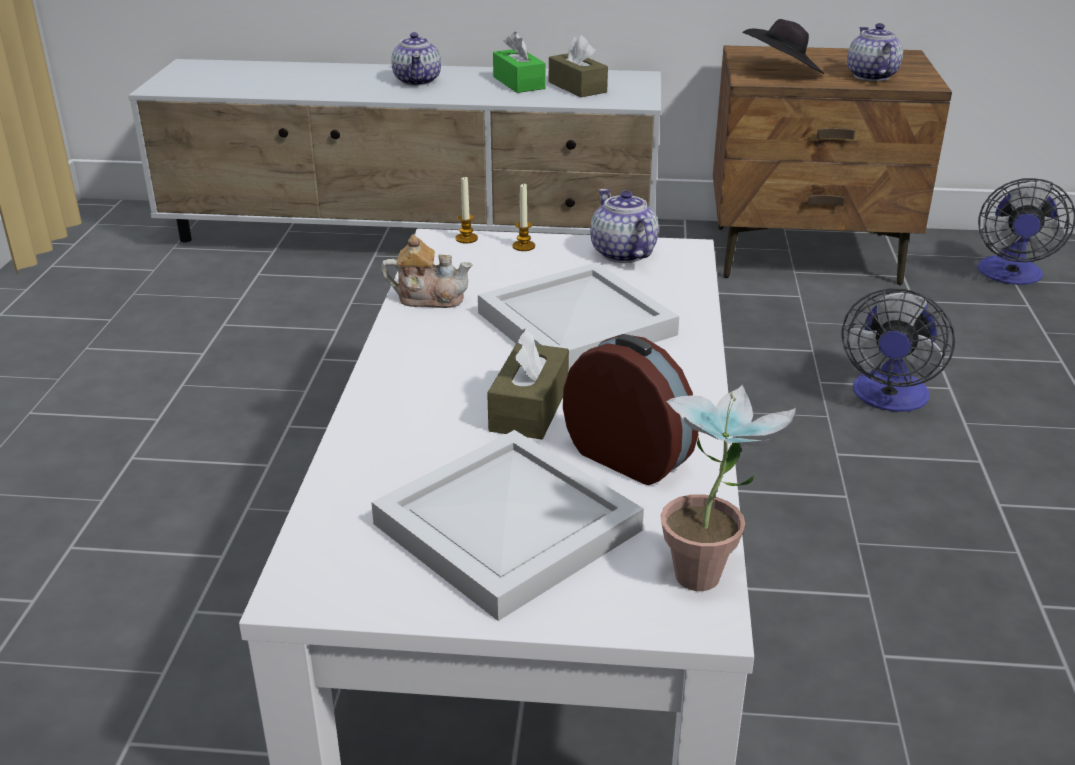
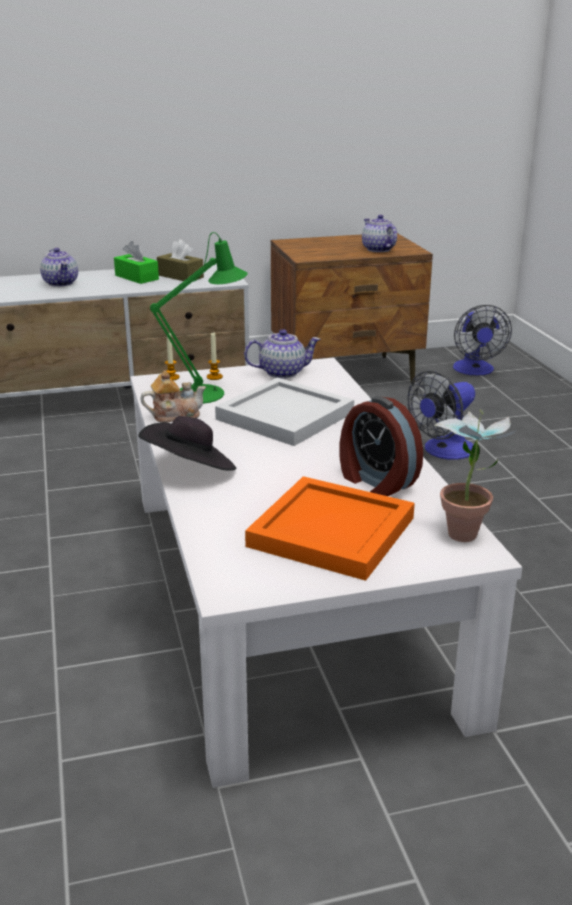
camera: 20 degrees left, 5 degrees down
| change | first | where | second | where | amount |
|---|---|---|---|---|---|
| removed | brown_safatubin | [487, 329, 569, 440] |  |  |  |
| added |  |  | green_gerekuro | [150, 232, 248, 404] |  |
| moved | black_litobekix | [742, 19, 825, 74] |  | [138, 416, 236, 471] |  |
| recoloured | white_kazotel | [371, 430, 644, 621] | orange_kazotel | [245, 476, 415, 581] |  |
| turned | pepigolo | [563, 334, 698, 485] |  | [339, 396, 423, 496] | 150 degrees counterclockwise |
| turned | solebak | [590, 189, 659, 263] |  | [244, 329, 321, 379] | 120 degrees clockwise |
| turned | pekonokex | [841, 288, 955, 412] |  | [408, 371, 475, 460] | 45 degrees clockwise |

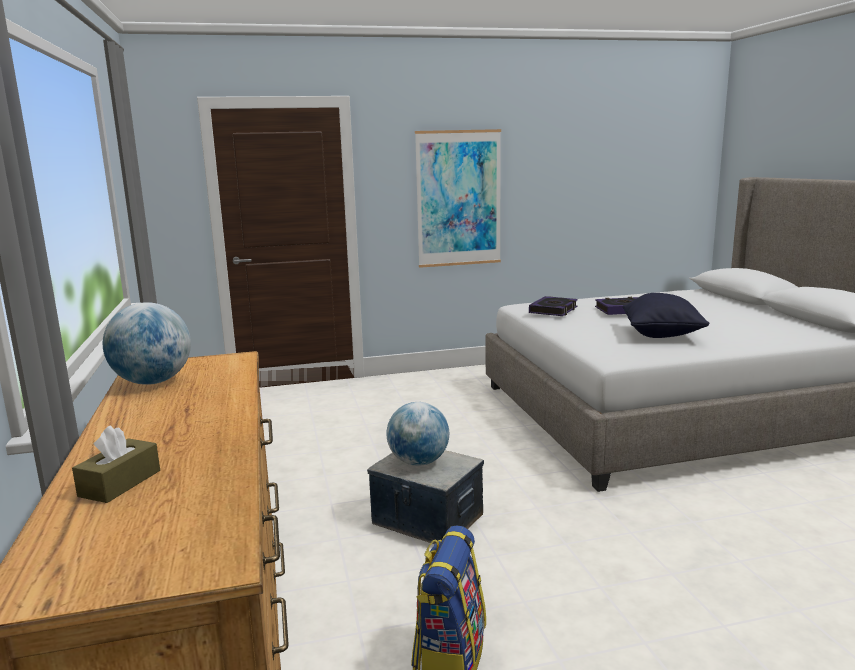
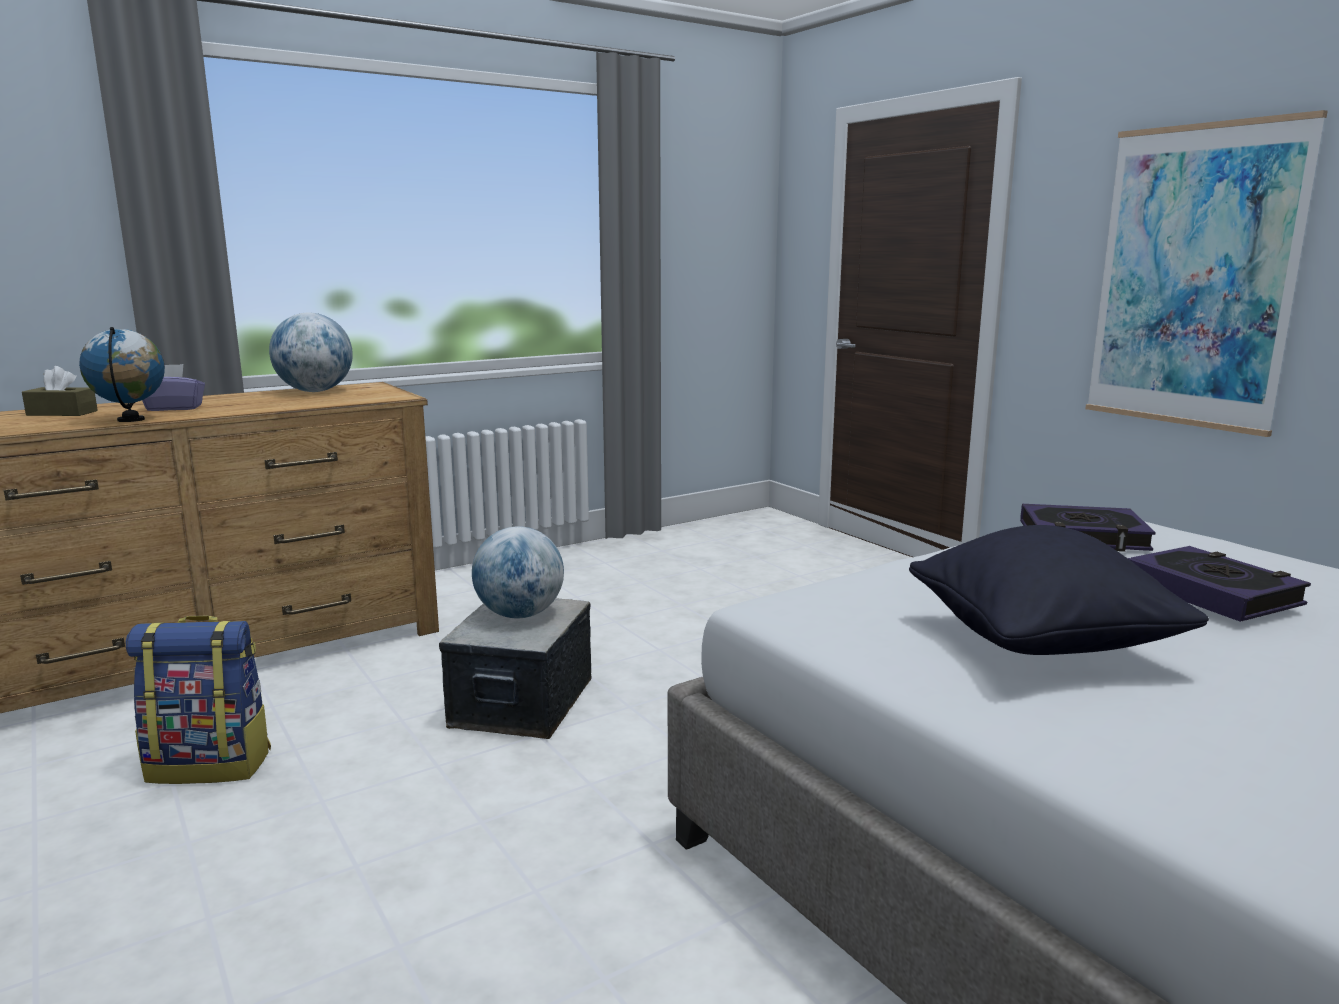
camera: 70 degrees right, 0 degrees up
| change | first | where | second | where | amount |
|---|---|---|---|---|---|
| added |  |  | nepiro | [79, 327, 165, 422] |  |
| added |  |  | purple_safatubin | [142, 364, 205, 411] |  |

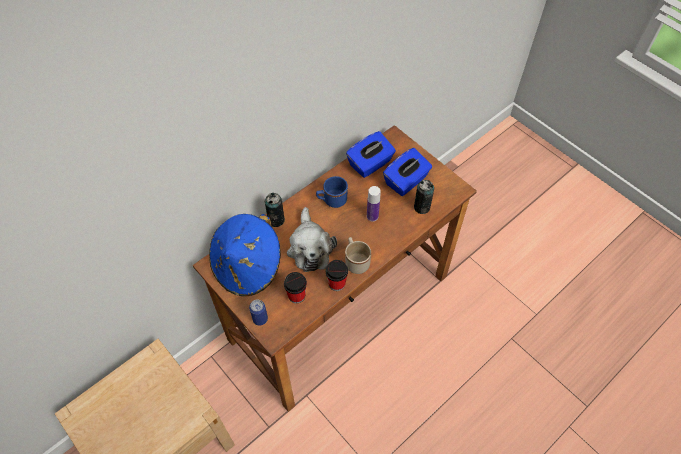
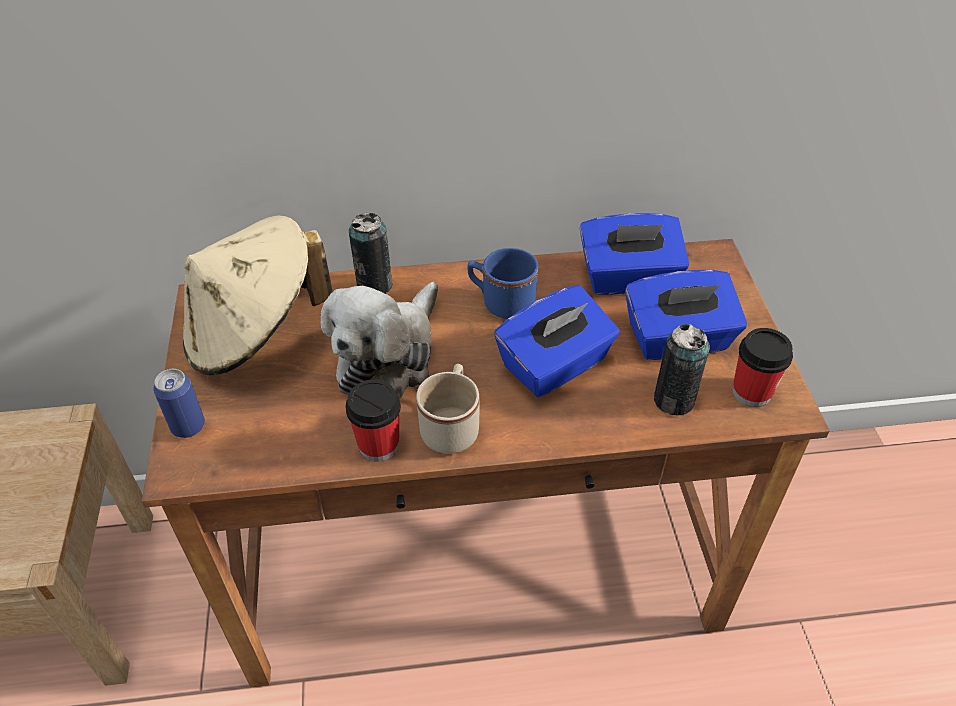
camera: 35 degrees right, 10 degrees down
| change | first | where | second | where | amount |
|---|---|---|---|---|---|
| moved | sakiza | [284, 272, 307, 303] |  | [733, 328, 793, 407] |  |
| replaced | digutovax | [367, 186, 381, 222] | blue_safatubin | [494, 285, 620, 397] |  |
| recoloured | blue_litobekix | [209, 214, 281, 296] | beige_litobekix | [183, 216, 333, 375] |  |

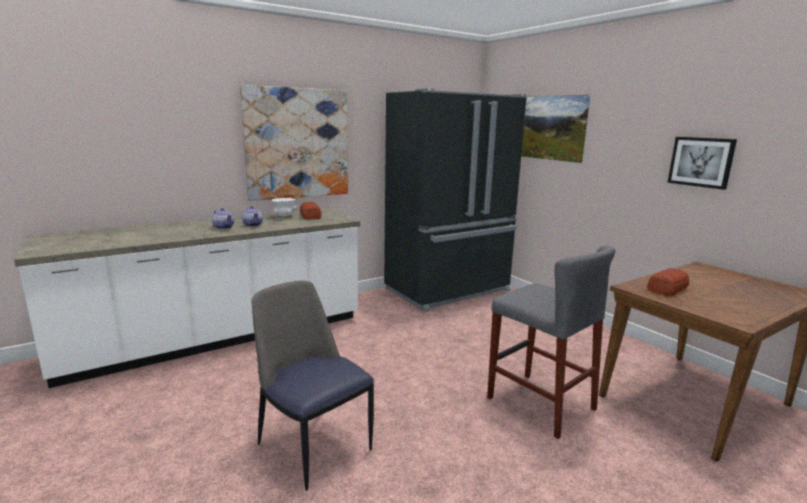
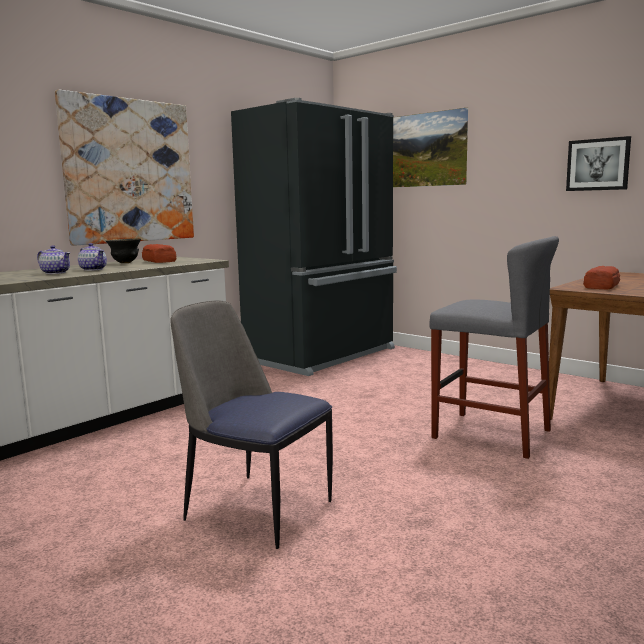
camera: 15 degrees left, 5 degrees down
| change | first | where | second | where | amount |
|---|---|---|---|---|---|
| recoloured | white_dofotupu | [270, 197, 297, 217] | black_dofotupu | [106, 238, 141, 263] |  |

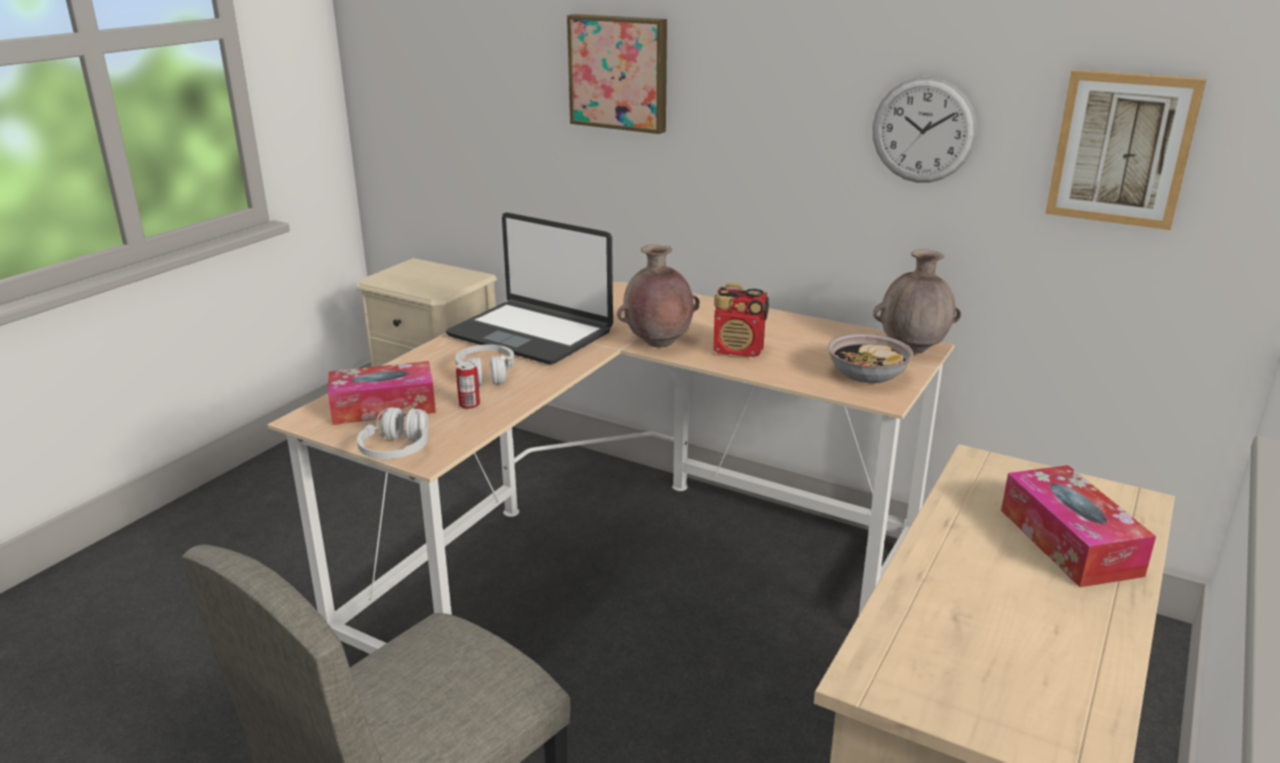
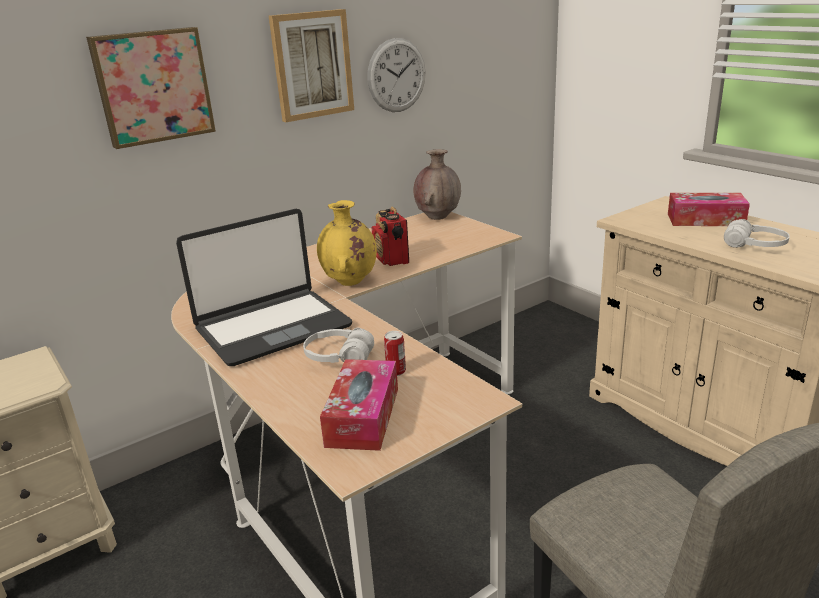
camera: 65 degrees left, 0 degrees up
| change | first | where | second | where | amount |
|---|---|---|---|---|---|
| removed | dofotupu | [828, 334, 913, 383] |  |  |  |
| moved | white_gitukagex | [357, 407, 428, 459] |  | [724, 219, 790, 248] |  |
| moved | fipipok | [1045, 70, 1207, 230] |  | [269, 9, 354, 122] |  |
| recoloured | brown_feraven | [617, 244, 700, 348] | yellow_feraven | [317, 200, 377, 286] |  |
| turned | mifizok | [714, 283, 769, 357] |  | [372, 207, 409, 266] | 120 degrees clockwise |

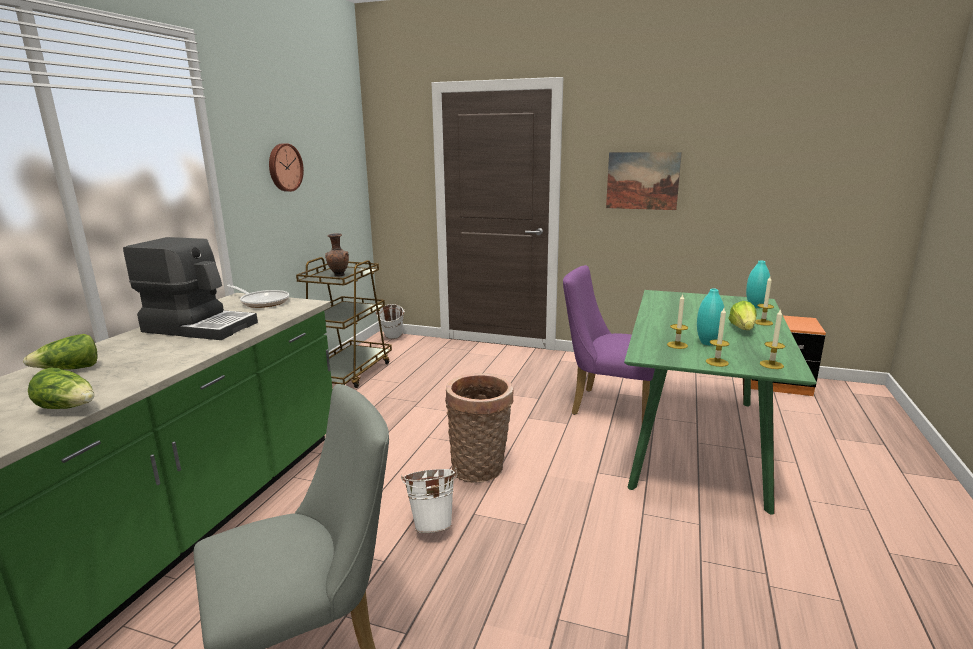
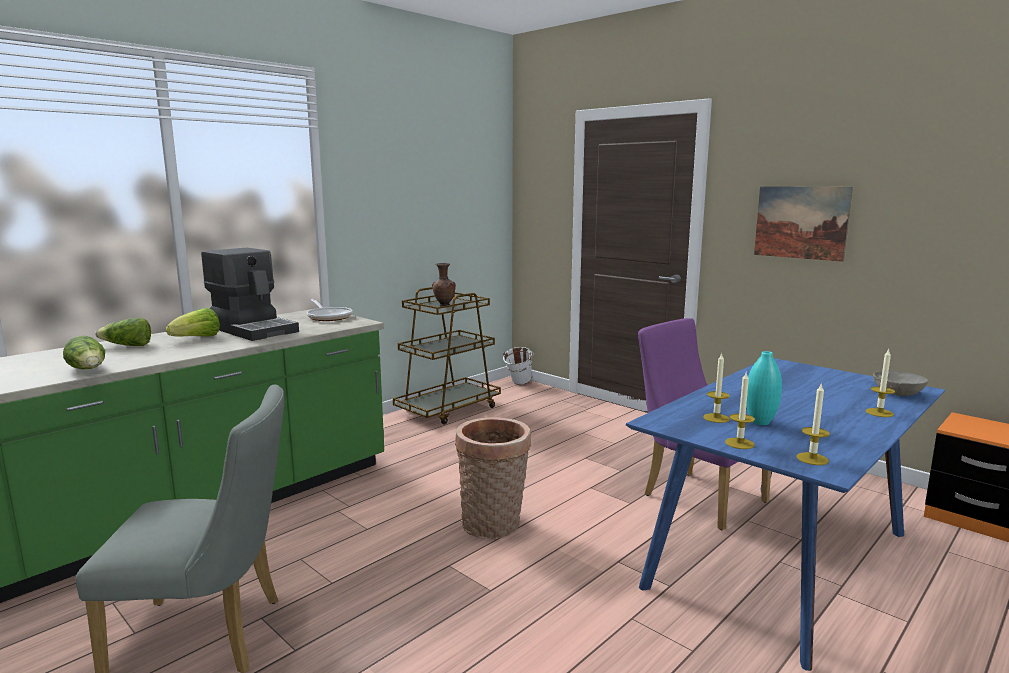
camera: 25 degrees right, 5 degrees down
| change | first | where | second | where | amount |
|---|---|---|---|---|---|
| removed | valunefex | [269, 143, 304, 192] |  |  |  |
| removed | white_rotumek | [401, 467, 457, 533] |  |  |  |
| moved | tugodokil | [728, 301, 757, 330] |  | [166, 308, 220, 337] |  |
| replaced | turquoise_feraven | [746, 260, 770, 308] | grey_dofotupu | [873, 371, 928, 396] |  |
| recoloured | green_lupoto | [624, 290, 817, 515] | blue_lupoto | [626, 358, 945, 671] |  |

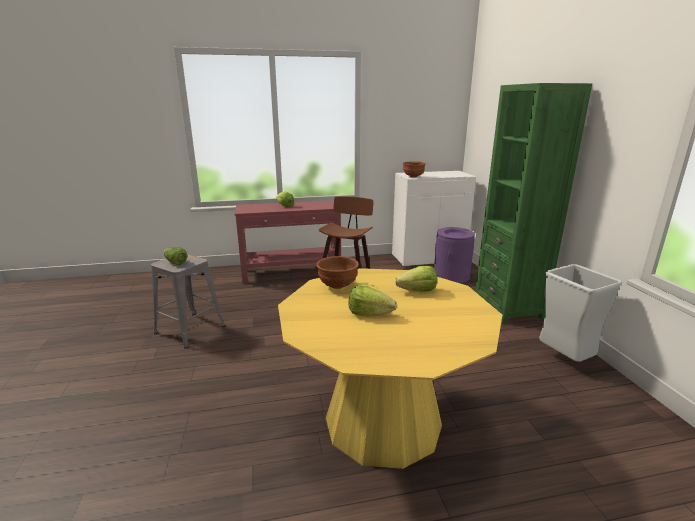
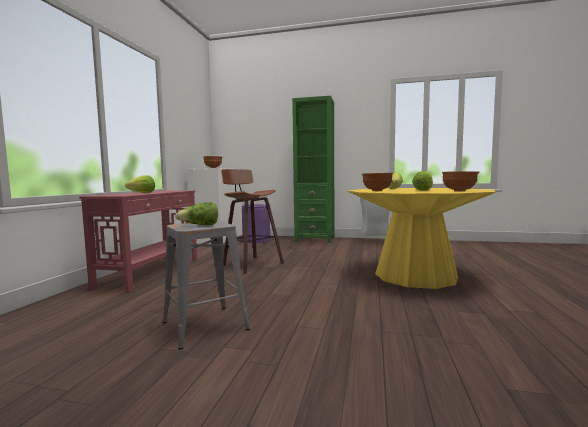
camera: 65 degrees left, 15 degrees down
| change | first | where | second | where | amount |
|---|---|---|---|---|---|
| added |  |  | brown_dofotupu | [442, 171, 479, 192] |  |

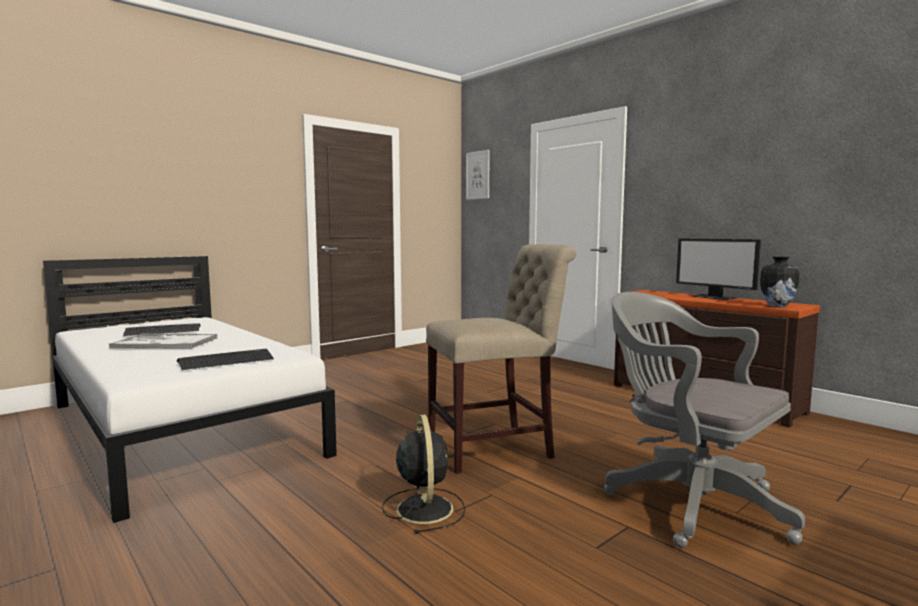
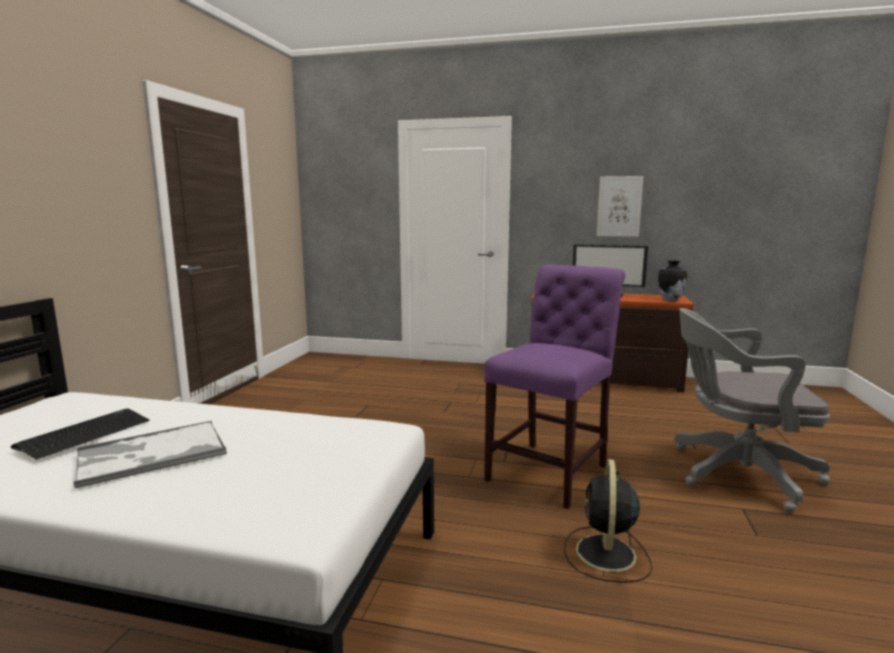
camera: 35 degrees left, 5 degrees up
| change | first | where | second | where | amount |
|---|---|---|---|---|---|
| removed | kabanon | [177, 349, 274, 370] |  |  |  |
| moved | fipipok | [466, 150, 490, 200] |  | [597, 176, 643, 237] |  |
| recoloured | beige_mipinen | [426, 244, 576, 474] | purple_mipinen | [484, 264, 625, 509] |  |
| turned | black_pekonokex | [382, 415, 465, 534] |  | [564, 459, 652, 583] | 120 degrees counterclockwise |

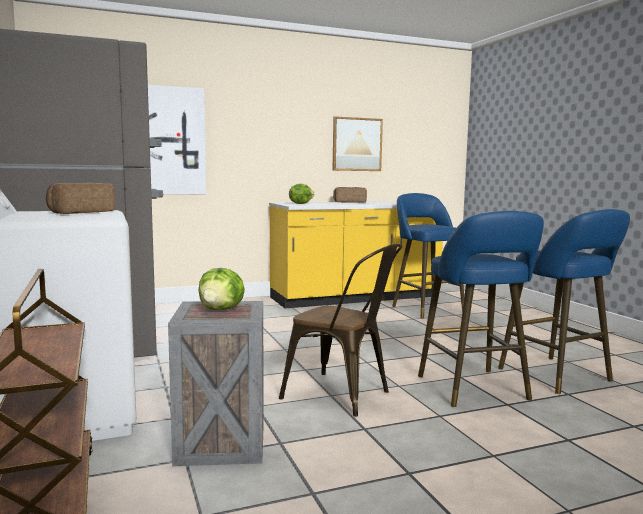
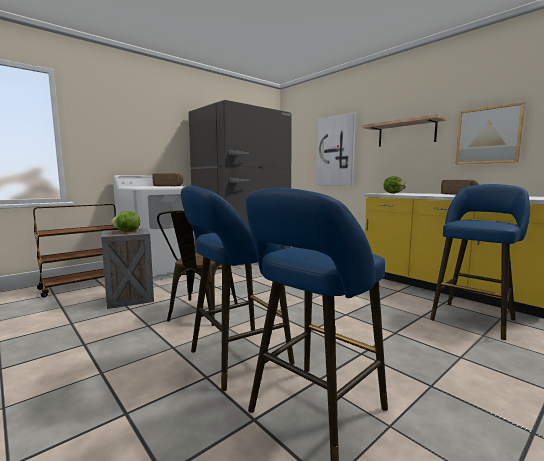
camera: 70 degrees right, 0 degrees up
| change | first | where | second | where | amount |
|---|---|---|---|---|---|
| added |  |  | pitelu | [362, 114, 447, 147] |  |

